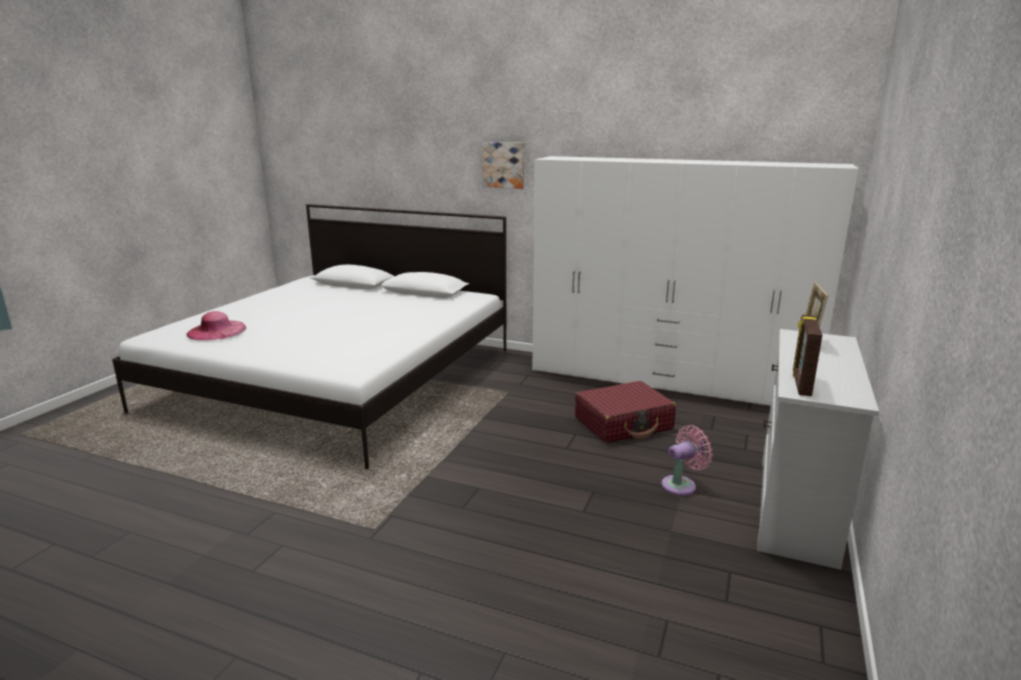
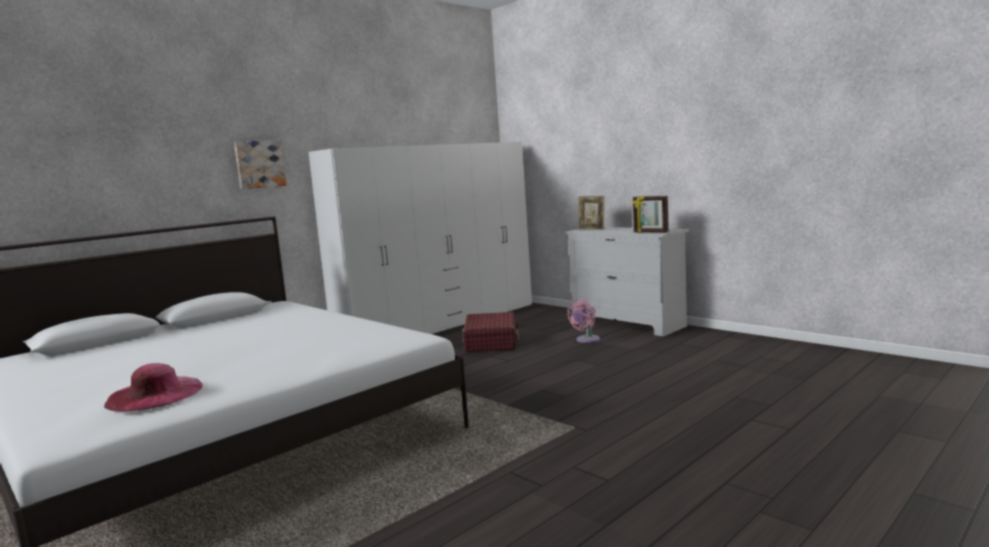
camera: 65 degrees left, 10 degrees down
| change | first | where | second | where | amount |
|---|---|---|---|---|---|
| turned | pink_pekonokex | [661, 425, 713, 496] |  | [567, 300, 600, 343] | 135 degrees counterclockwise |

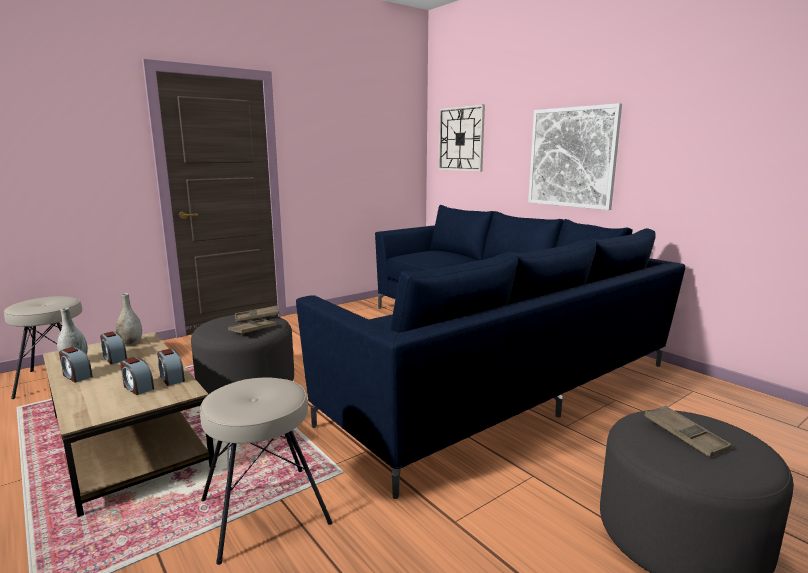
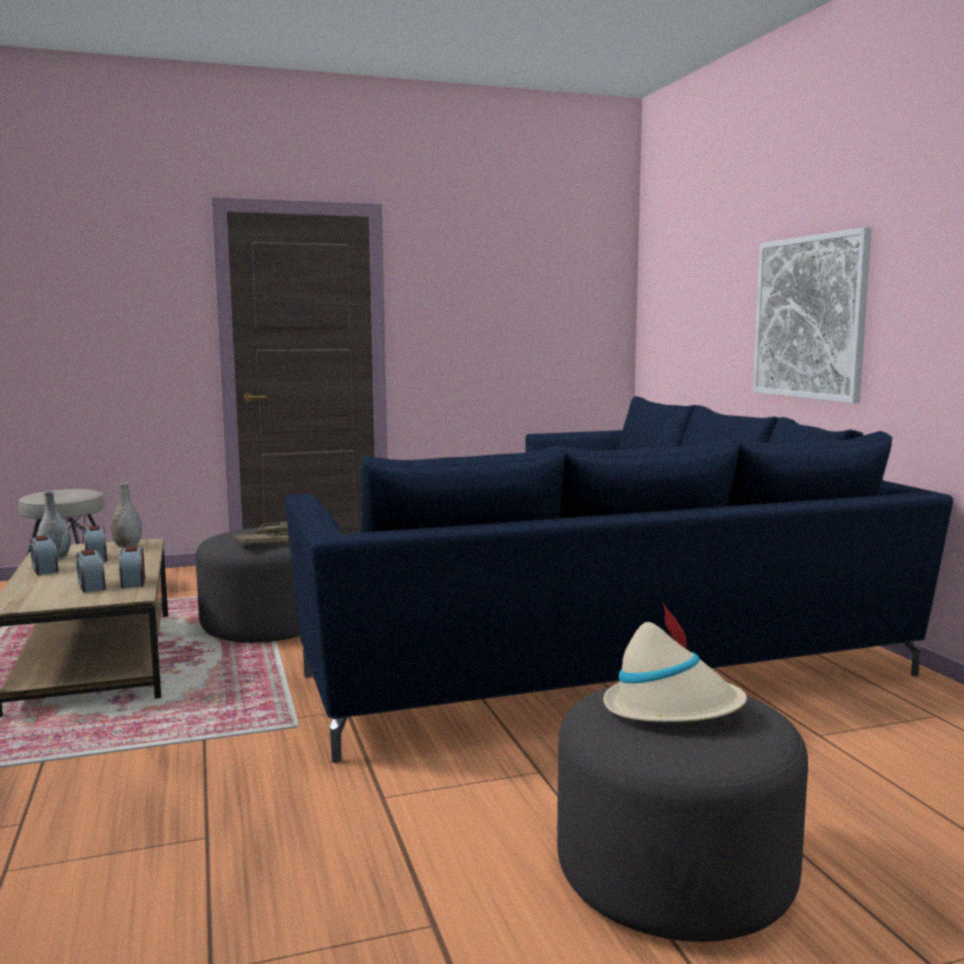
camera: 20 degrees right, 5 degrees down
| change | first | where | second | where | amount |
|---|---|---|---|---|---|
| removed | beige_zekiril | [200, 377, 333, 565] |  |  |  |
| removed | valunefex | [438, 104, 485, 172] |  |  |  |
| replaced | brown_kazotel | [644, 405, 732, 457] | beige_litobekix | [603, 602, 747, 722] |  |

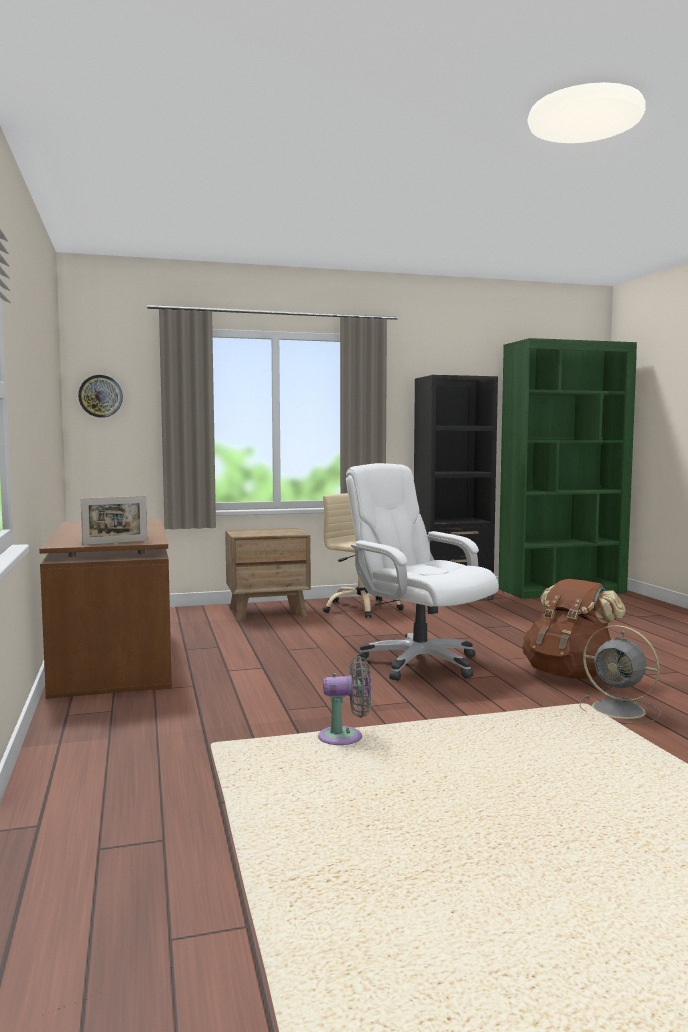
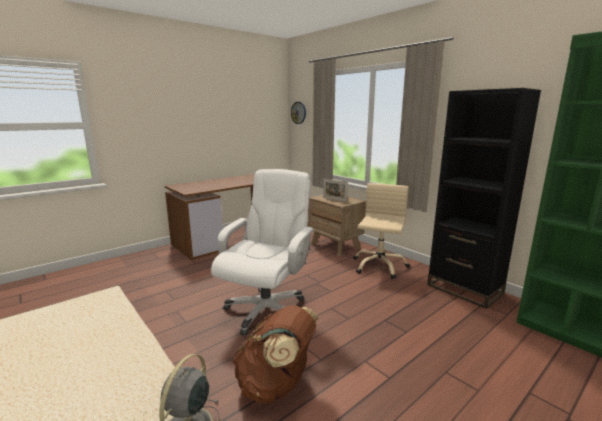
camera: 65 degrees right, 10 degrees up
| change | first | where | second | where | amount |
|---|---|---|---|---|---|
| removed | grey_pekonokex | [318, 656, 371, 745] |  |  |  |
| moved | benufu | [81, 496, 147, 545] |  | [323, 179, 348, 202] |  |

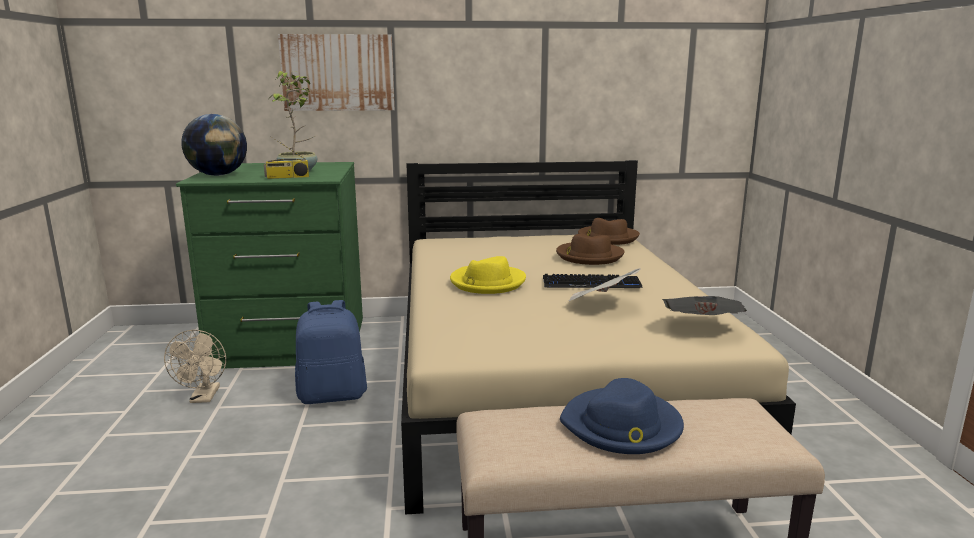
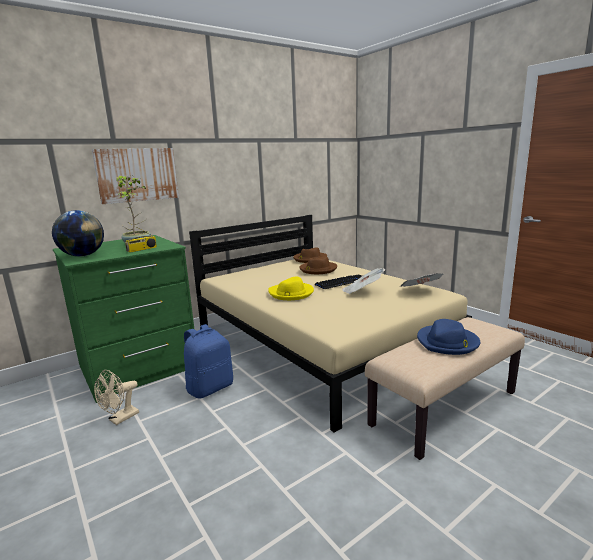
camera: 30 degrees left, 0 degrees up
| change | first | where | second | where | amount |
|---|---|---|---|---|---|
| turned | beige_pekonokex | [164, 330, 226, 403] |  | [94, 370, 139, 425] | 75 degrees clockwise |

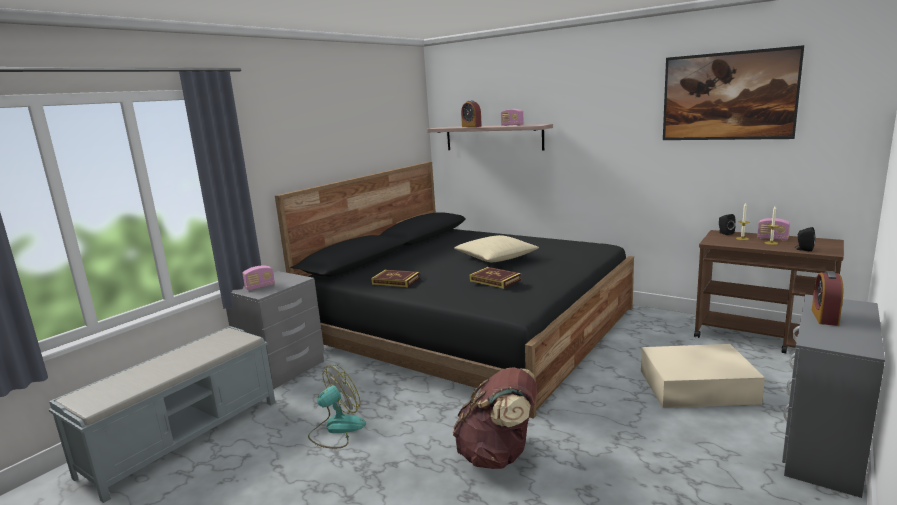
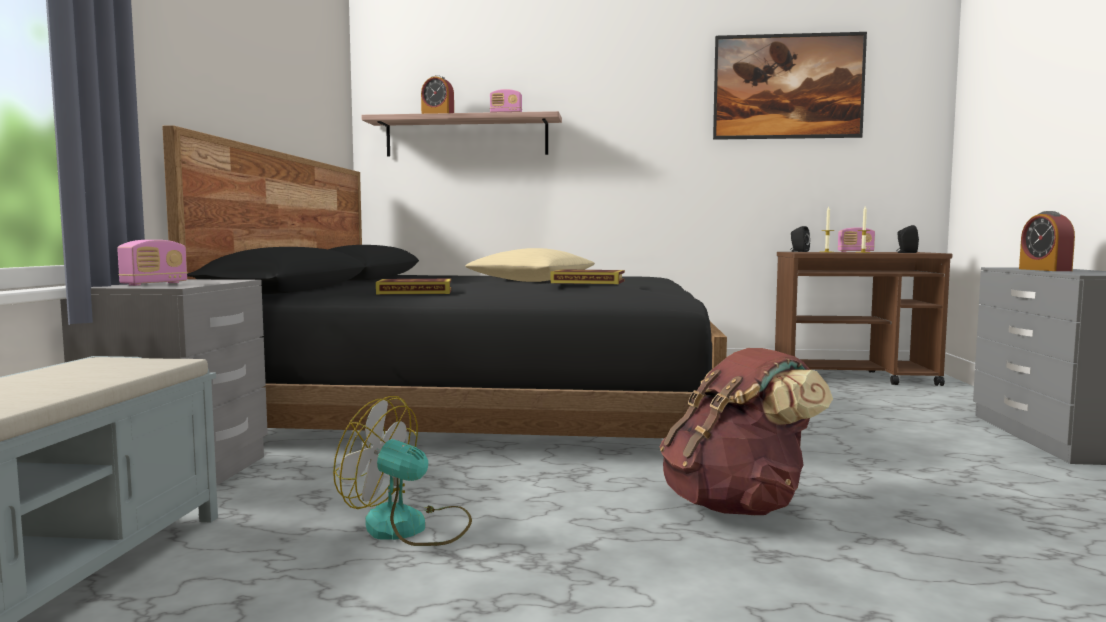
camera: 30 degrees left, 10 degrees down
| change | first | where | second | where | amount |
|---|---|---|---|---|---|
| removed | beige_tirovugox | [641, 344, 765, 408] |  |  |  |
| turned | pekonokex | [308, 365, 366, 448] |  | [333, 396, 472, 546] | 90 degrees counterclockwise |

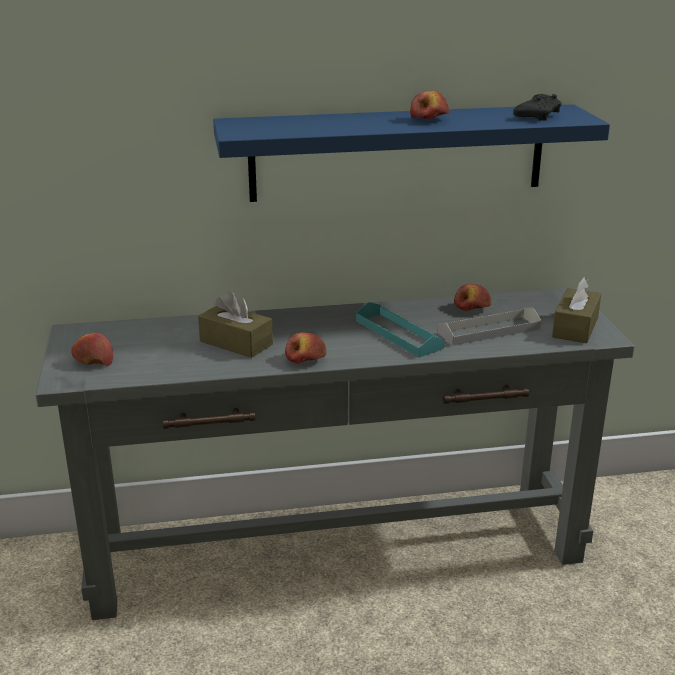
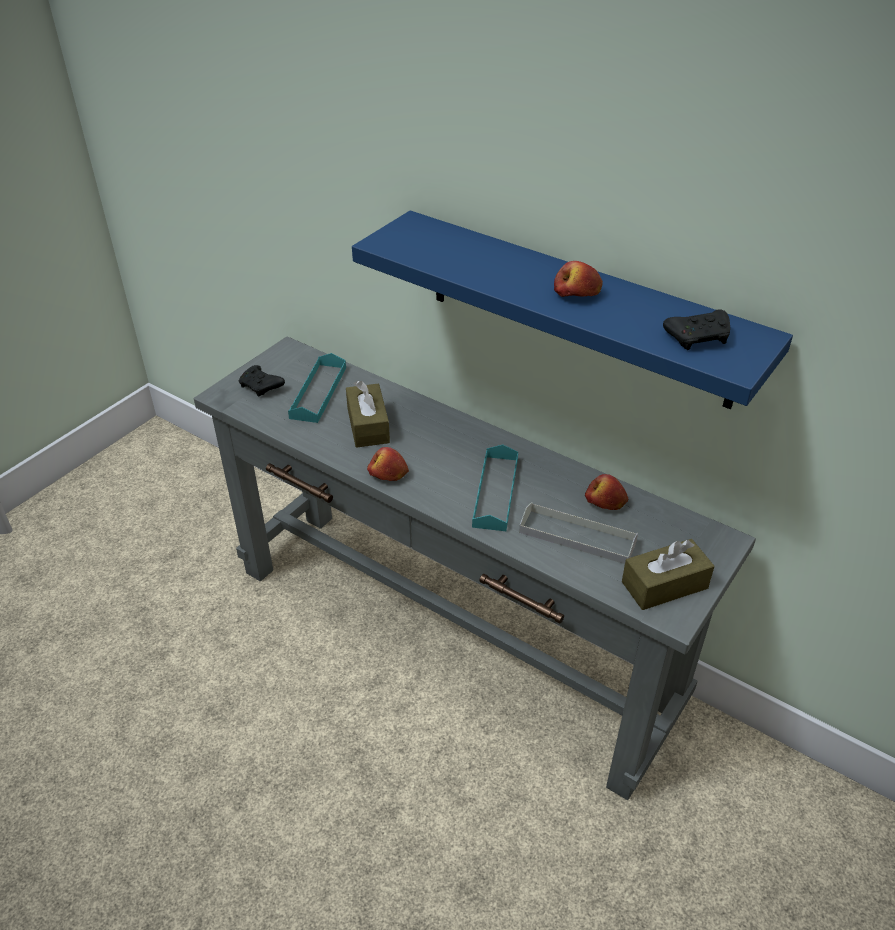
camera: 45 degrees right, 15 degrees up
| change | first | where | second | where | amount |
|---|---|---|---|---|---|
| added |  |  | turquoise_kazotel | [288, 353, 346, 423] |  |
| replaced | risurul | [71, 333, 114, 366] | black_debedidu | [239, 365, 285, 396] |  |

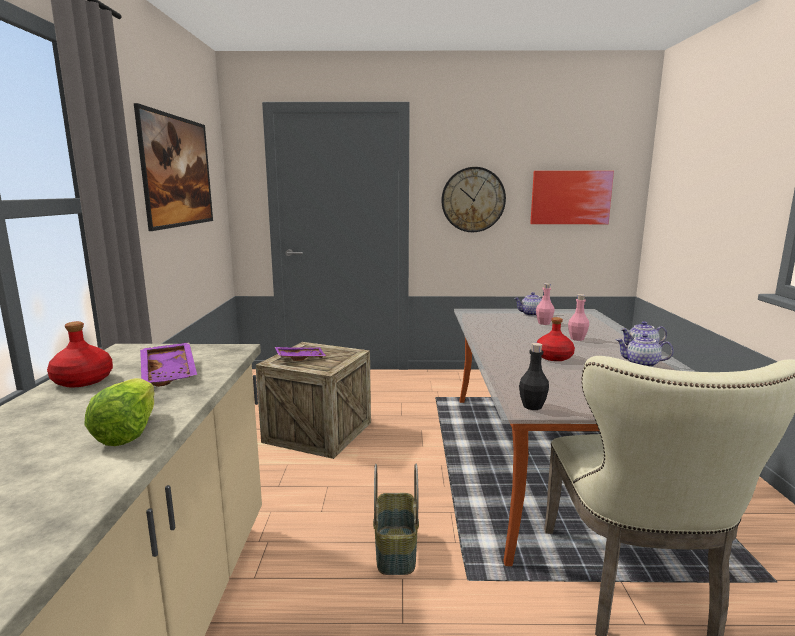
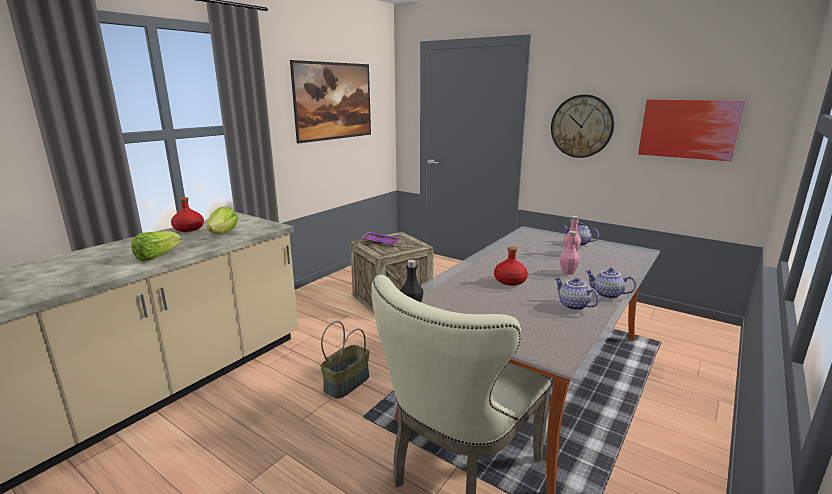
camera: 35 degrees right, 5 degrees up
| change | first | where | second | where | amount |
|---|---|---|---|---|---|
| replaced | purple_kazotel | [140, 343, 197, 387] | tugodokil | [207, 207, 238, 234] |  |

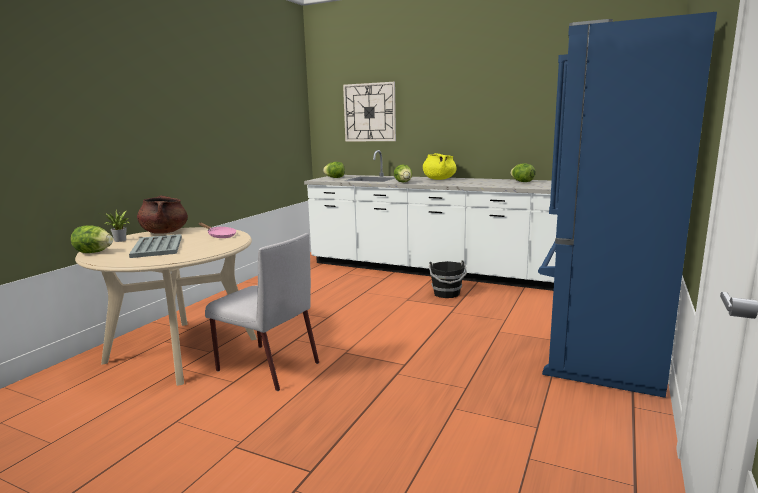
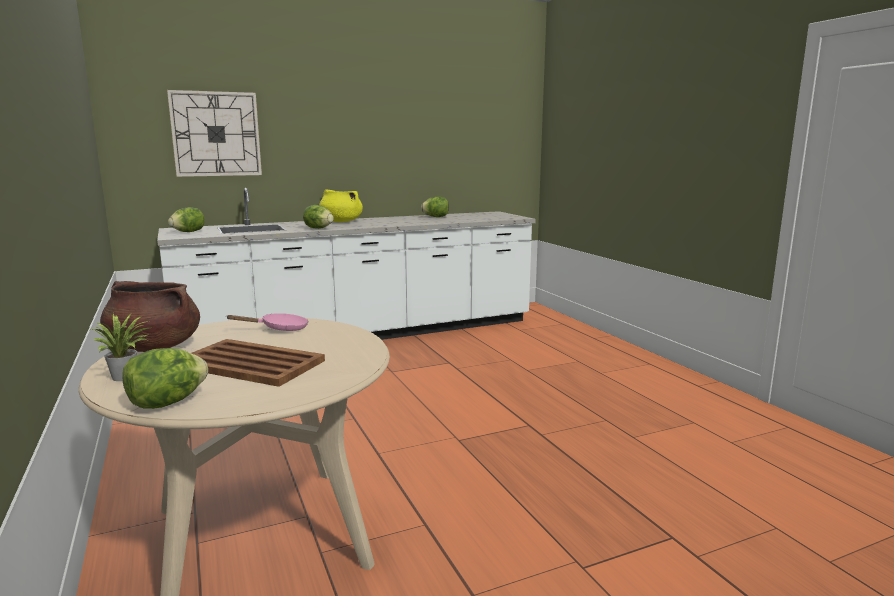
camera: 50 degrees left, 0 degrees up
| change | first | where | second | where | amount |
|---|---|---|---|---|---|
| removed | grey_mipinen | [205, 233, 319, 391] |  |  |  |
| removed | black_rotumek | [429, 260, 467, 298] |  |  |  |
| removed | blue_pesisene | [538, 12, 717, 398] |  |  |  |
| recoloured | grey_kazotel | [129, 234, 182, 258] | brown_kazotel | [191, 339, 325, 387] |  |

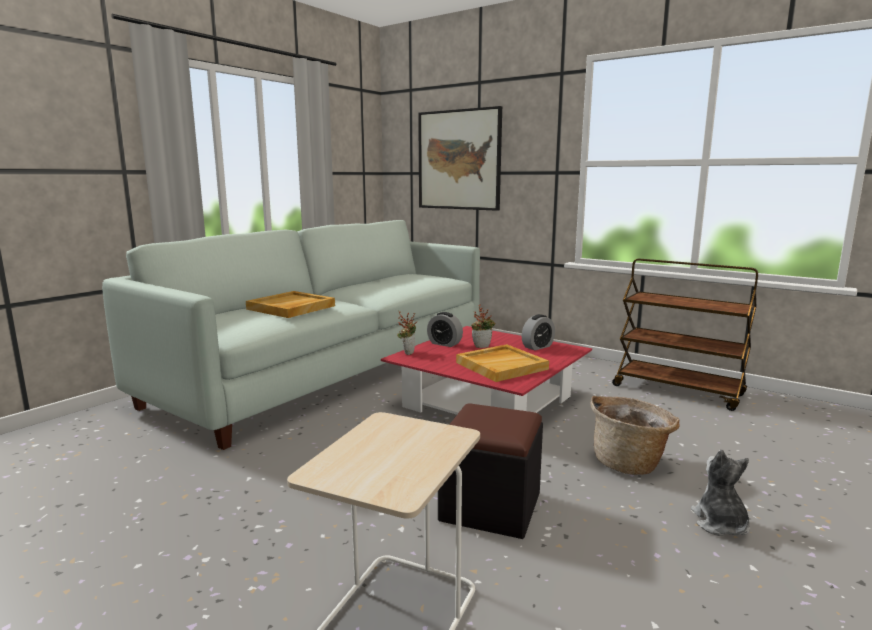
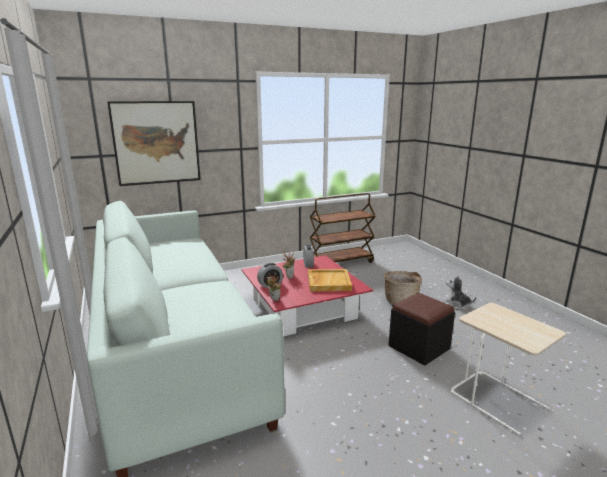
camera: 60 degrees left, 5 degrees up
| change | first | where | second | where | amount |
|---|---|---|---|---|---|
| removed | beige_kazotel | [246, 291, 335, 318] |  |  |  |

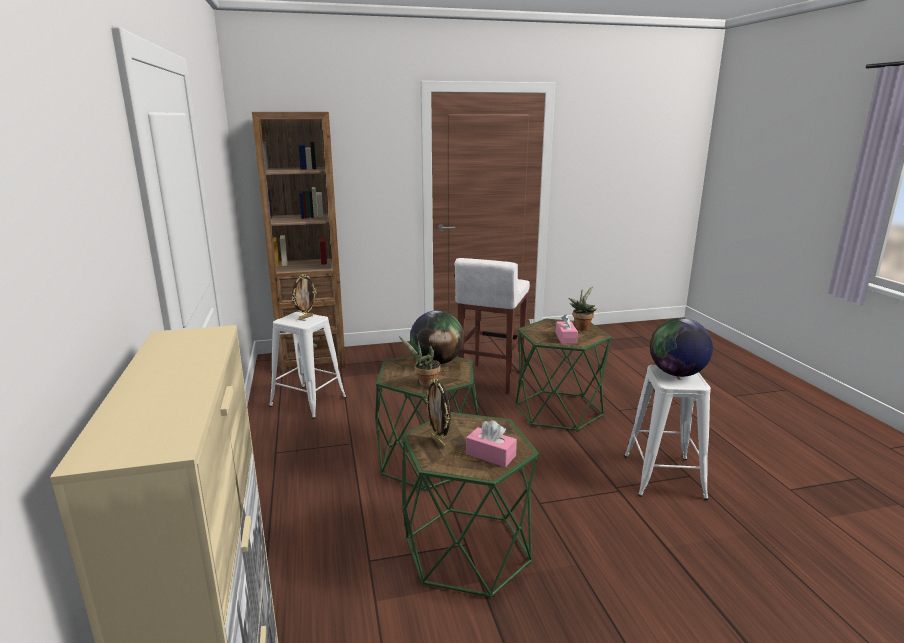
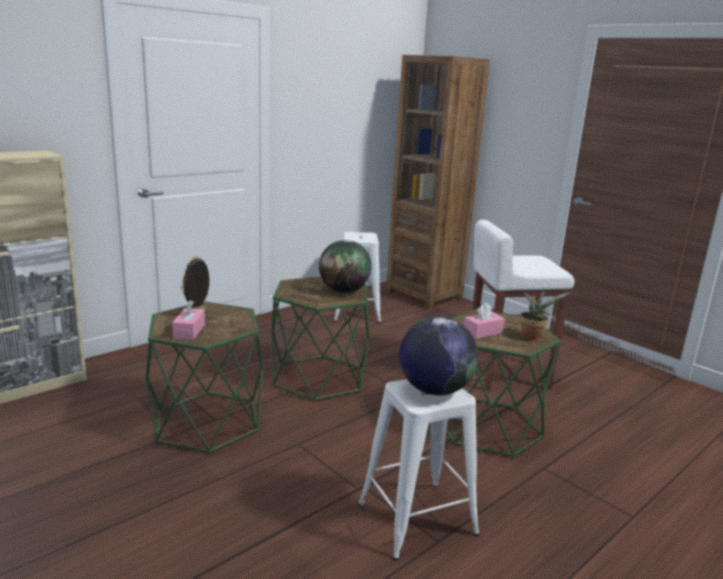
camera: 60 degrees right, 0 degrees up
| change | first | where | second | where | amount |
|---|---|---|---|---|---|
| removed | benufu | [292, 274, 317, 320] |  |  |  |
| removed | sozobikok | [399, 336, 441, 388] |  |  |  |

